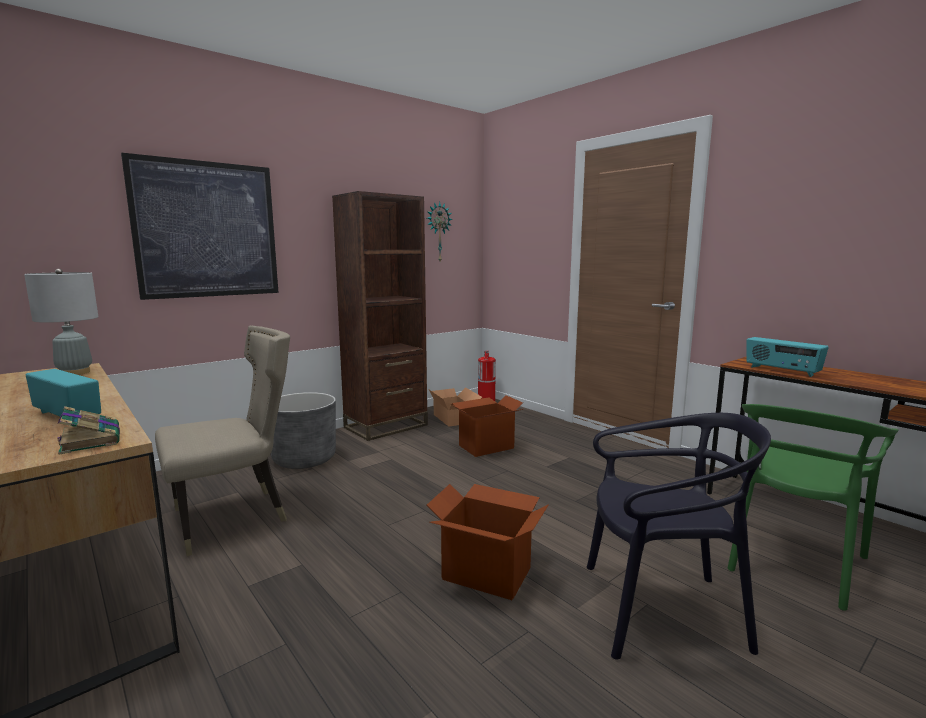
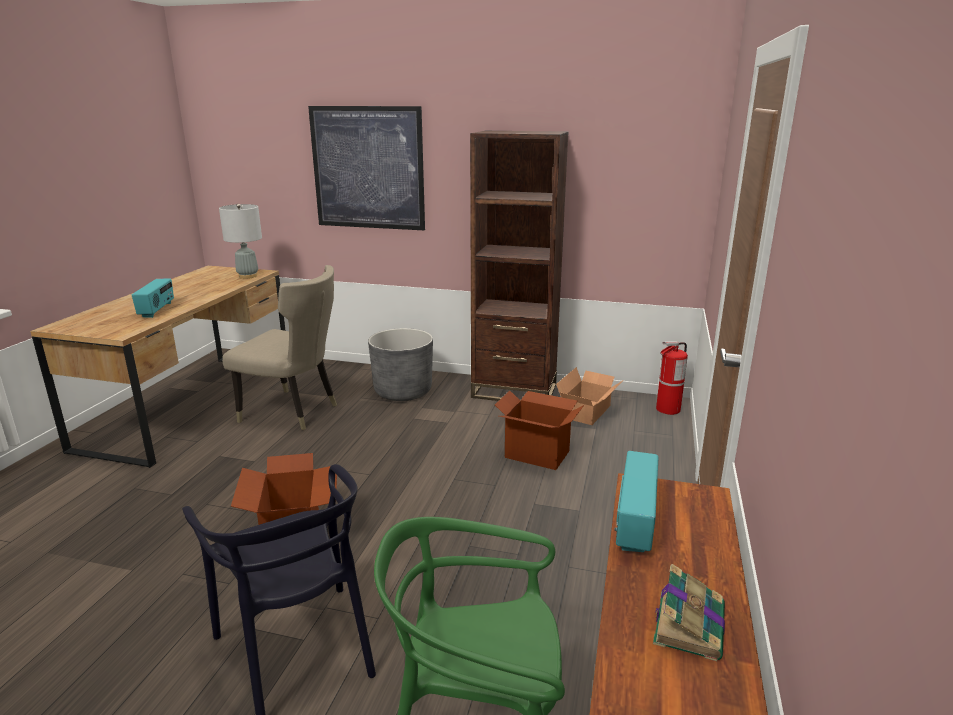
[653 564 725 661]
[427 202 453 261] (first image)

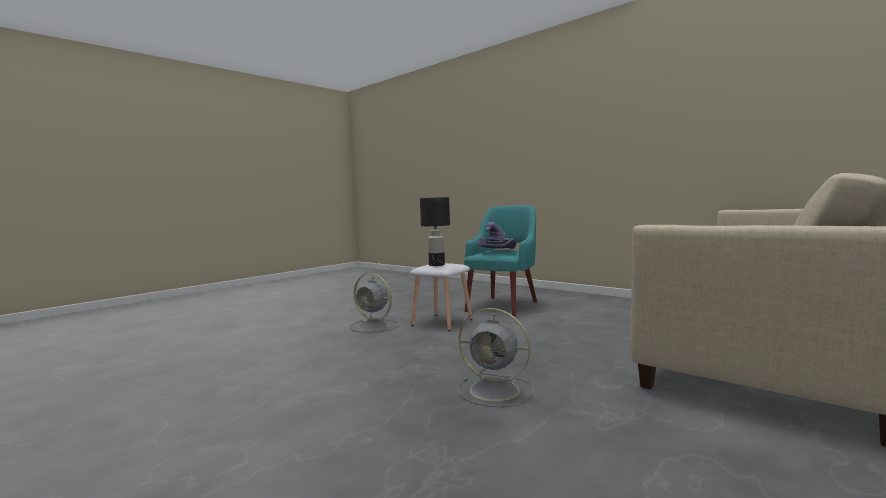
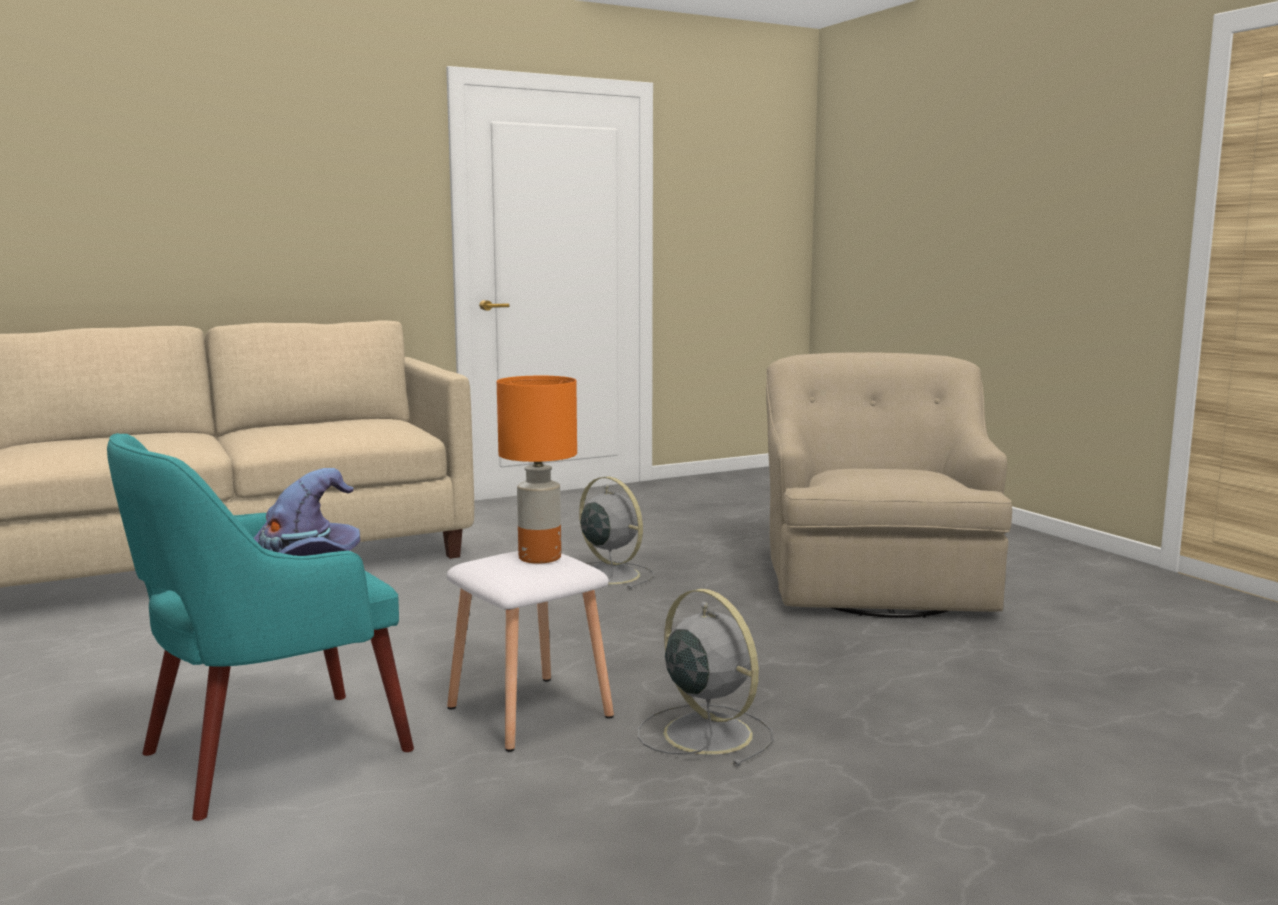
[497 376 577 564]
[766 352 1012 618]

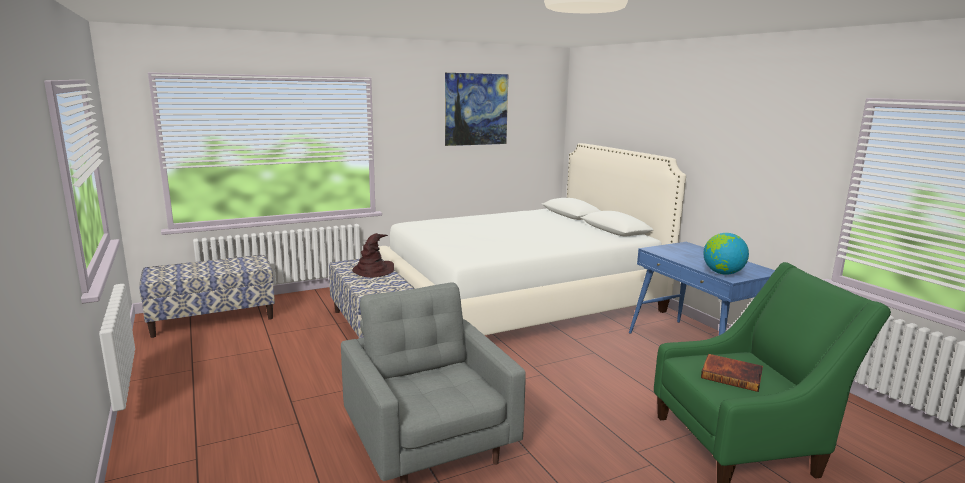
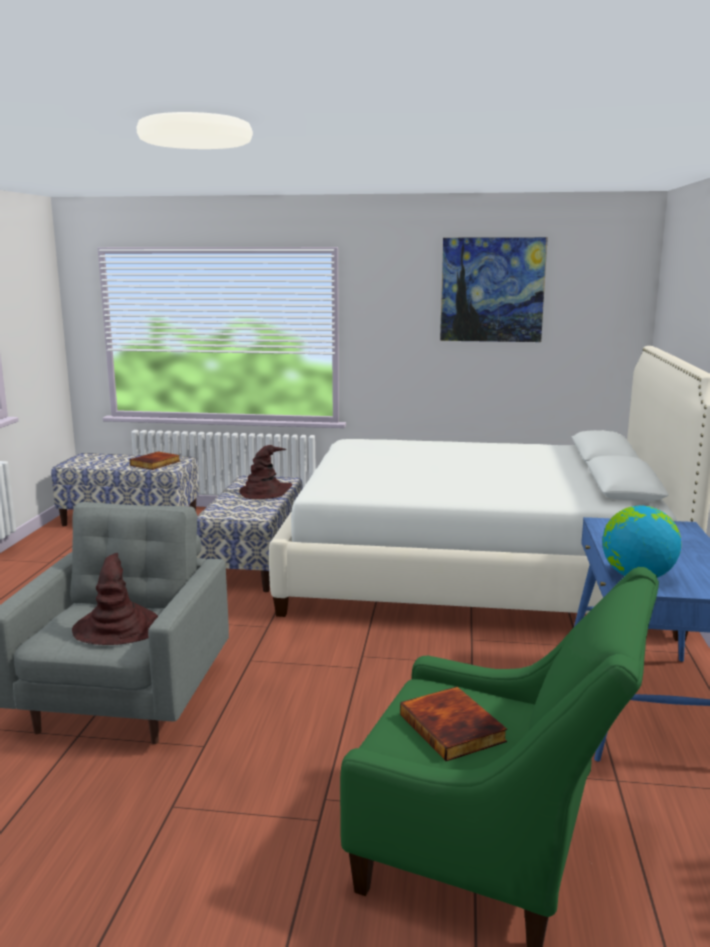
[72 553 158 645]
[130 452 180 470]

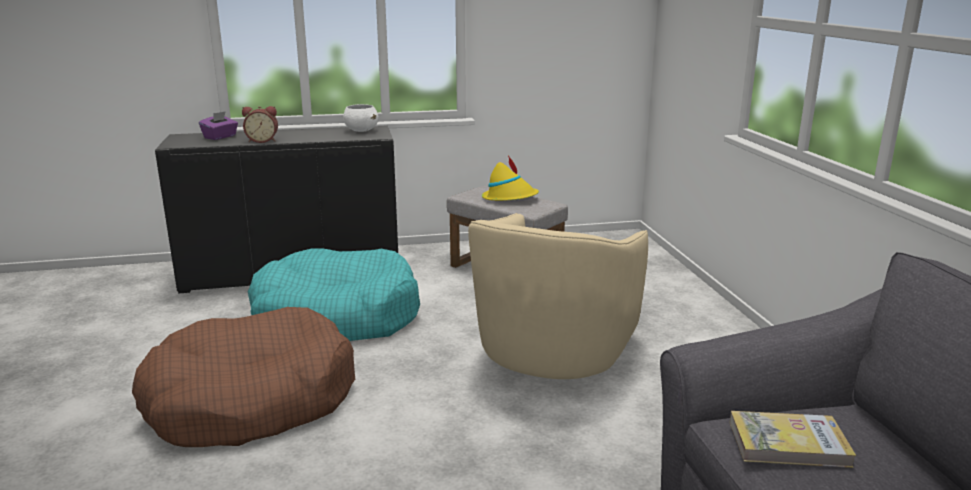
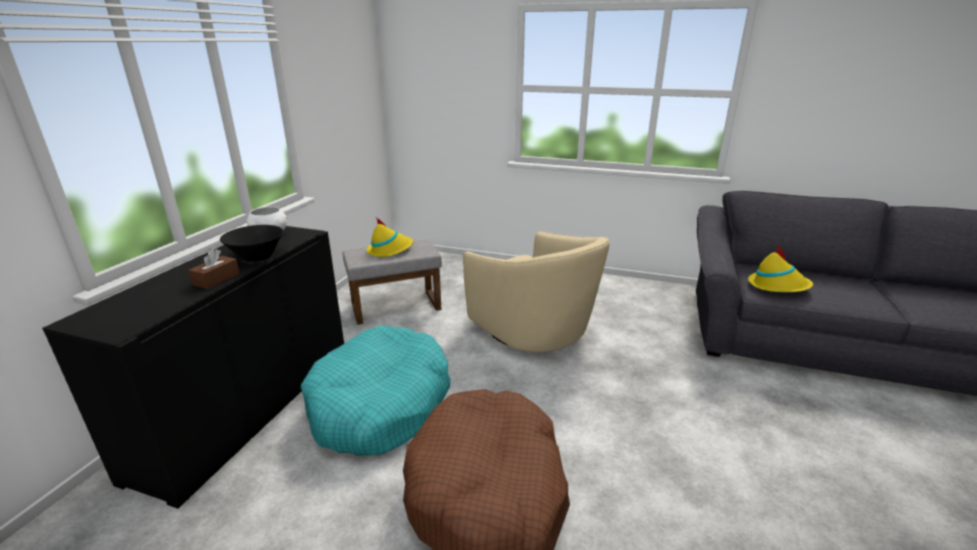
[199 111 238 140] (first image)
[188 249 240 289]
[748 245 813 292]
[220 225 283 262]

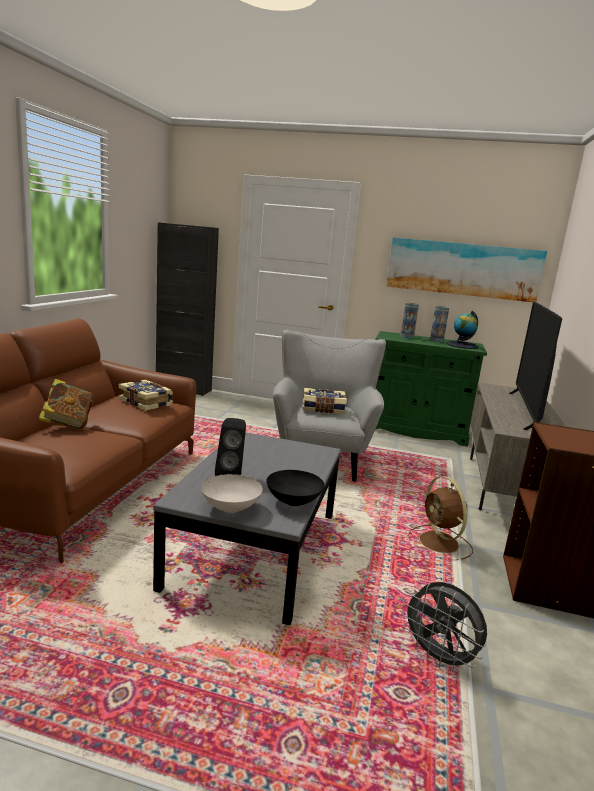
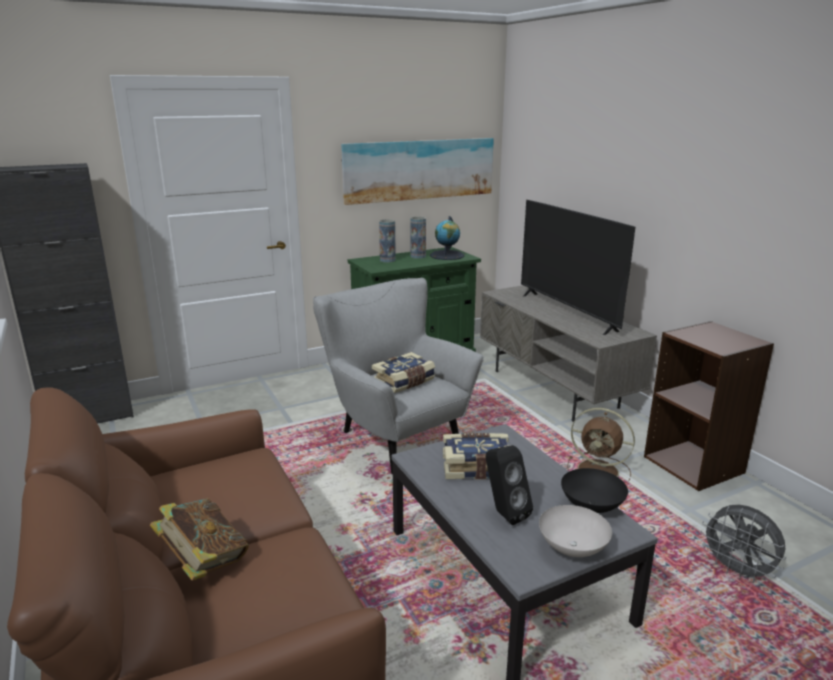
[443 433 509 480]
[700 505 786 583]

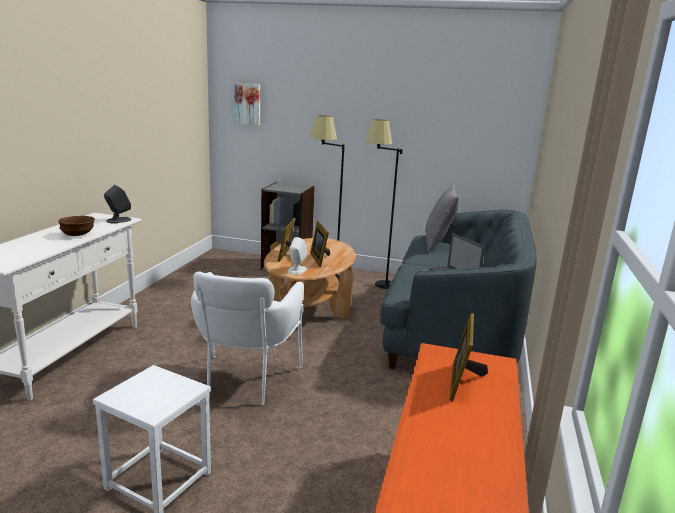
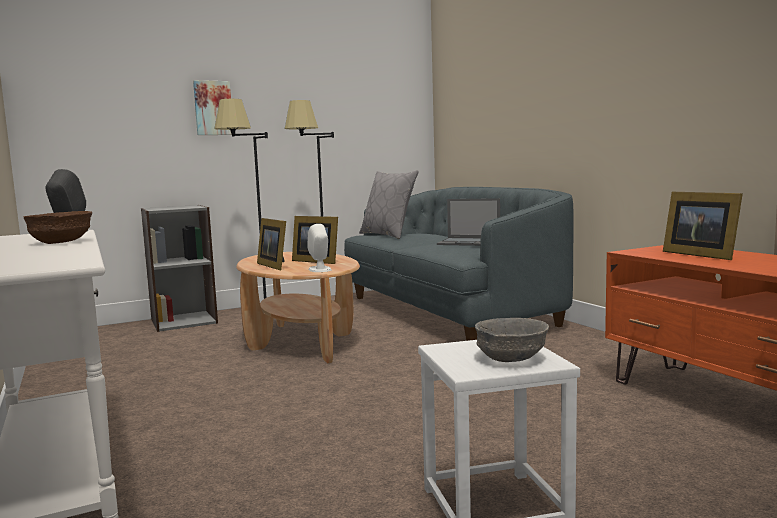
[191 272 304 405] (first image)
[193 80 232 135]
[475 318 549 362]

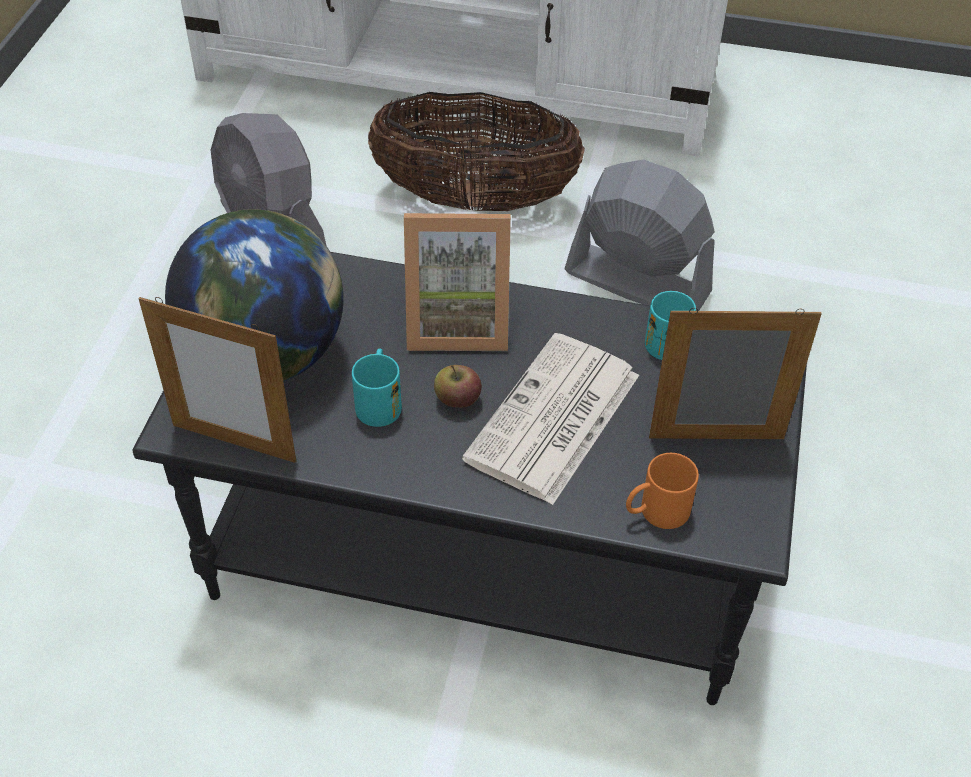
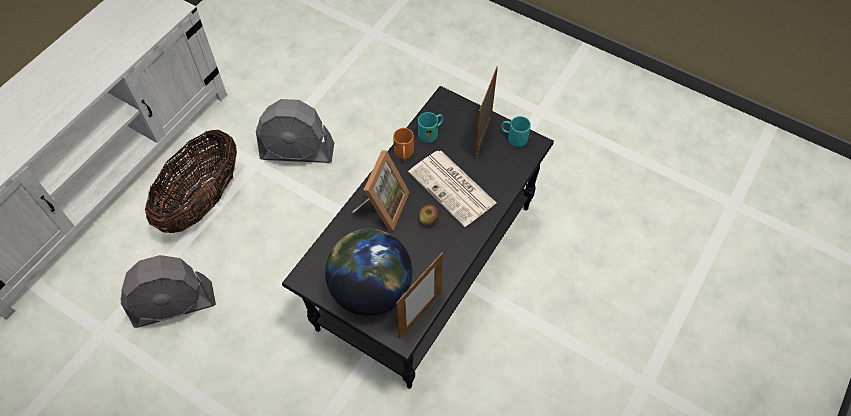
[501 116 531 147]
[256 99 334 163]
[393 128 414 161]

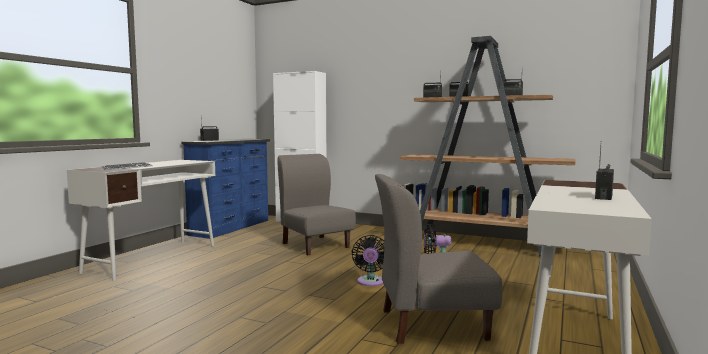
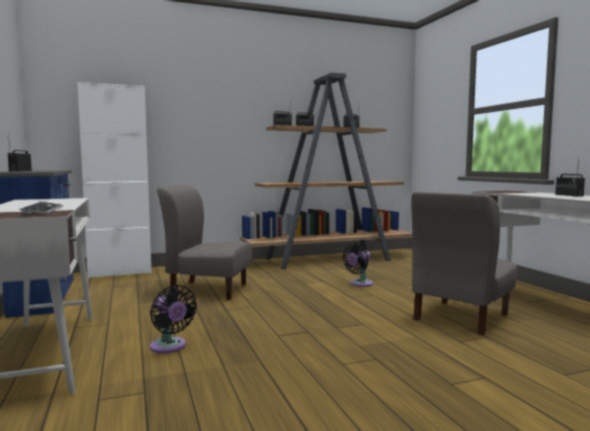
[150 285 197 353]

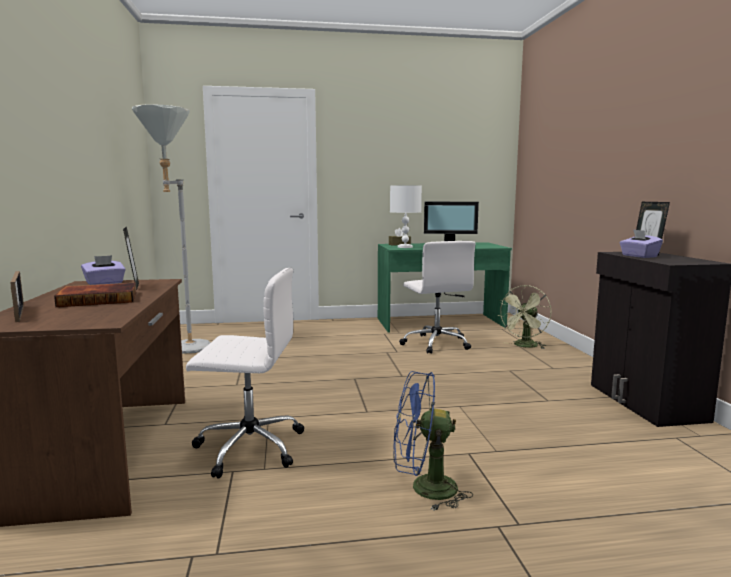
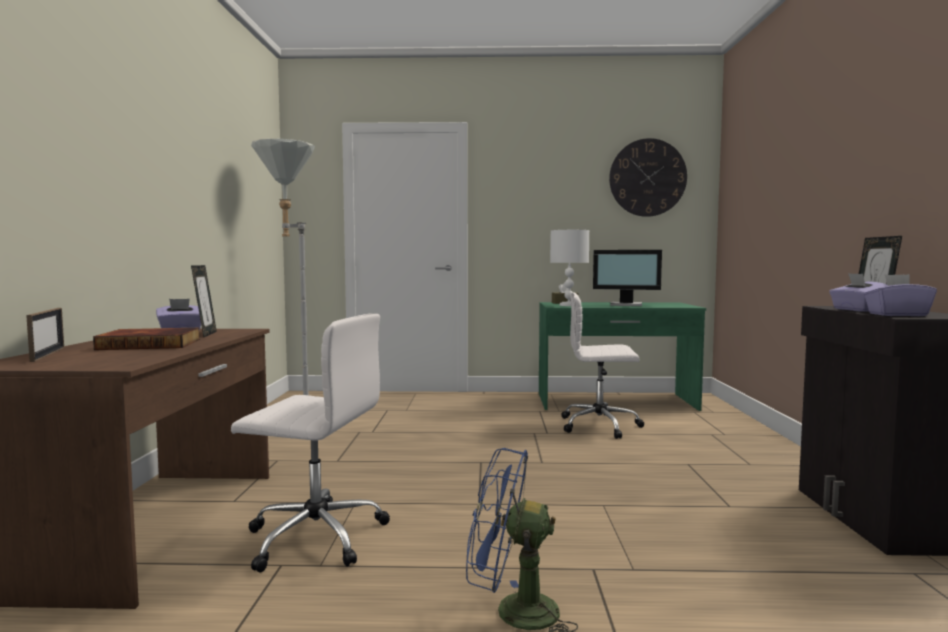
[562 292 645 439]
[498 285 552 349] (first image)
[609 138 687 217]
[864 274 937 316]

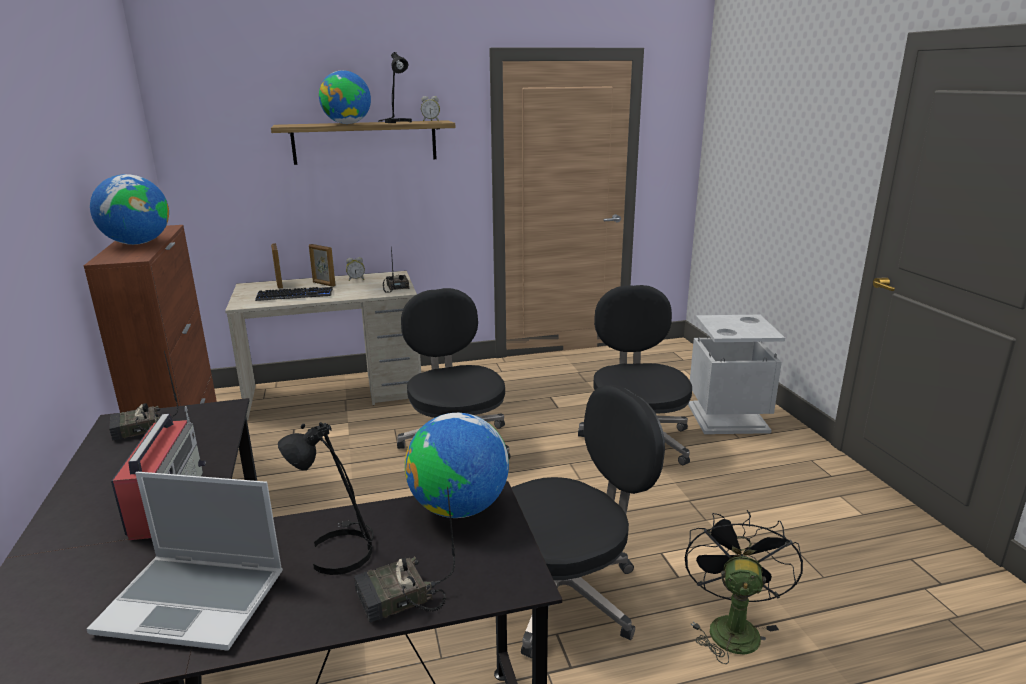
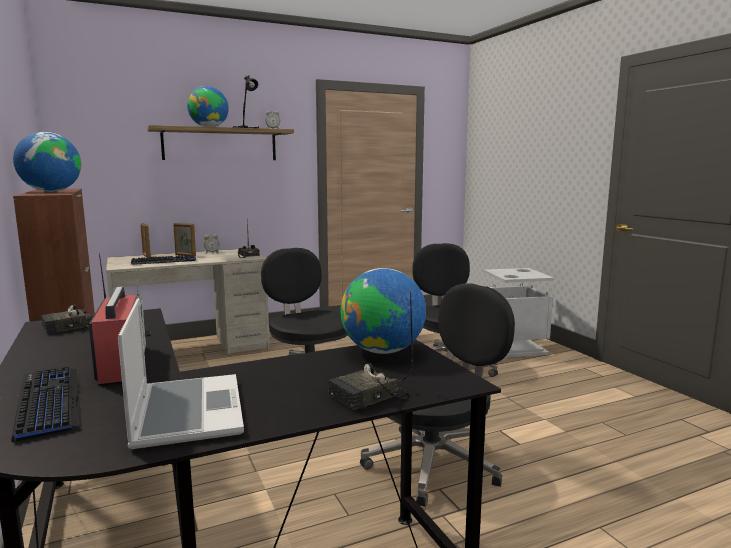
[118 298 244 449]
[278 422 374 575] (first image)
[685 510 803 664] (first image)
[11 366 82 443]

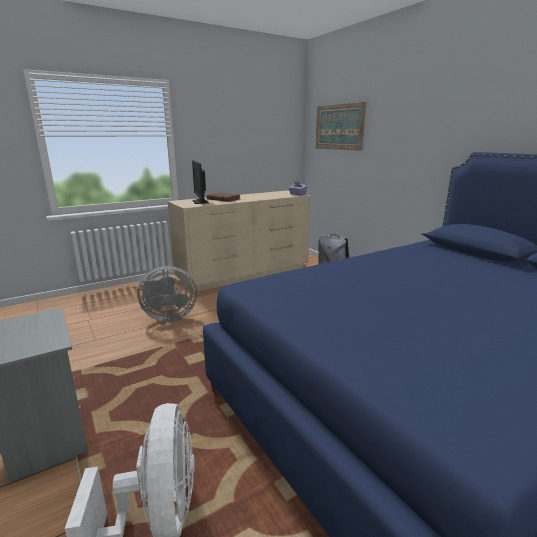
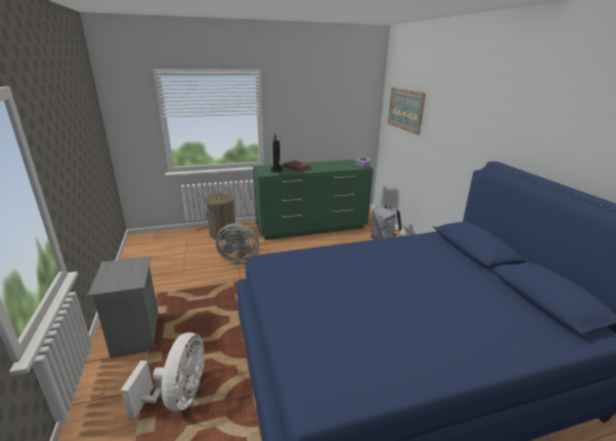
[253 159 373 240]
[206 193 235 240]

